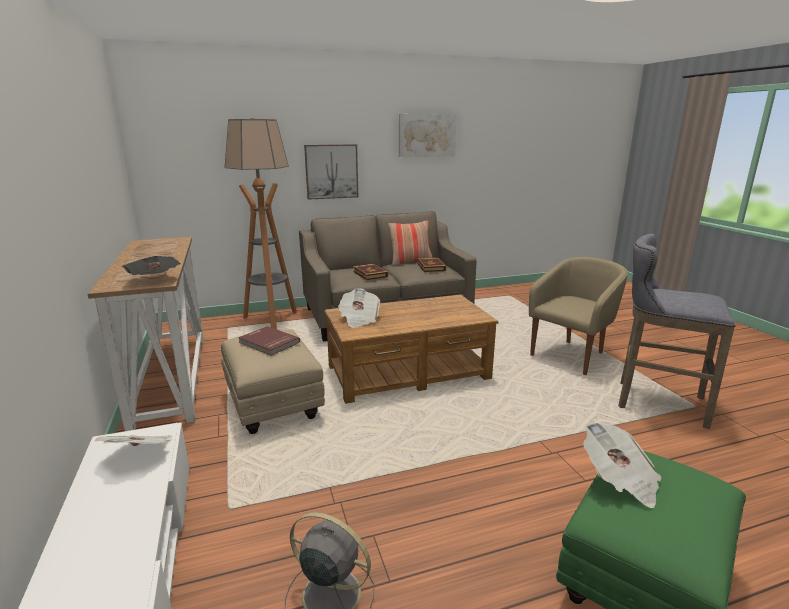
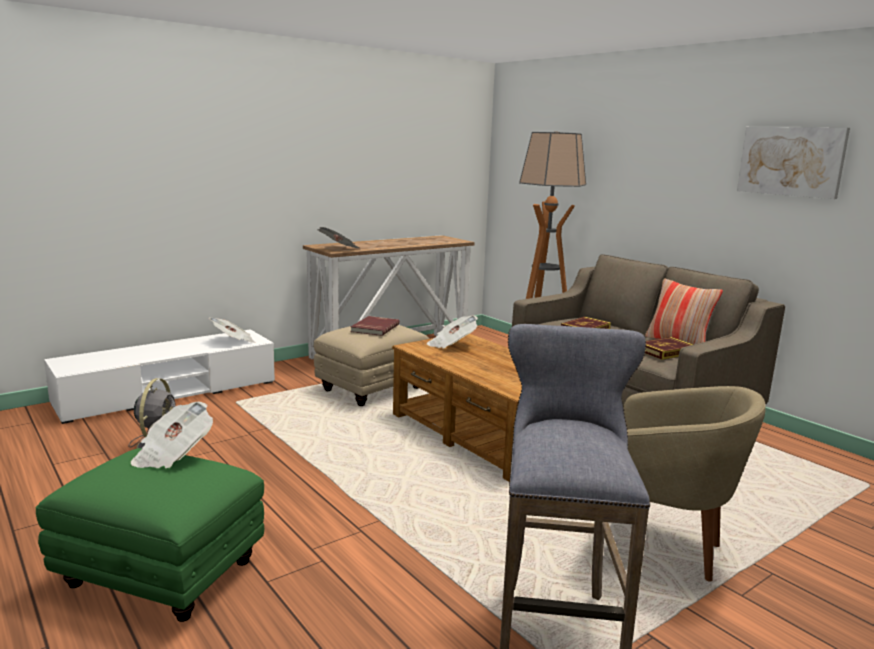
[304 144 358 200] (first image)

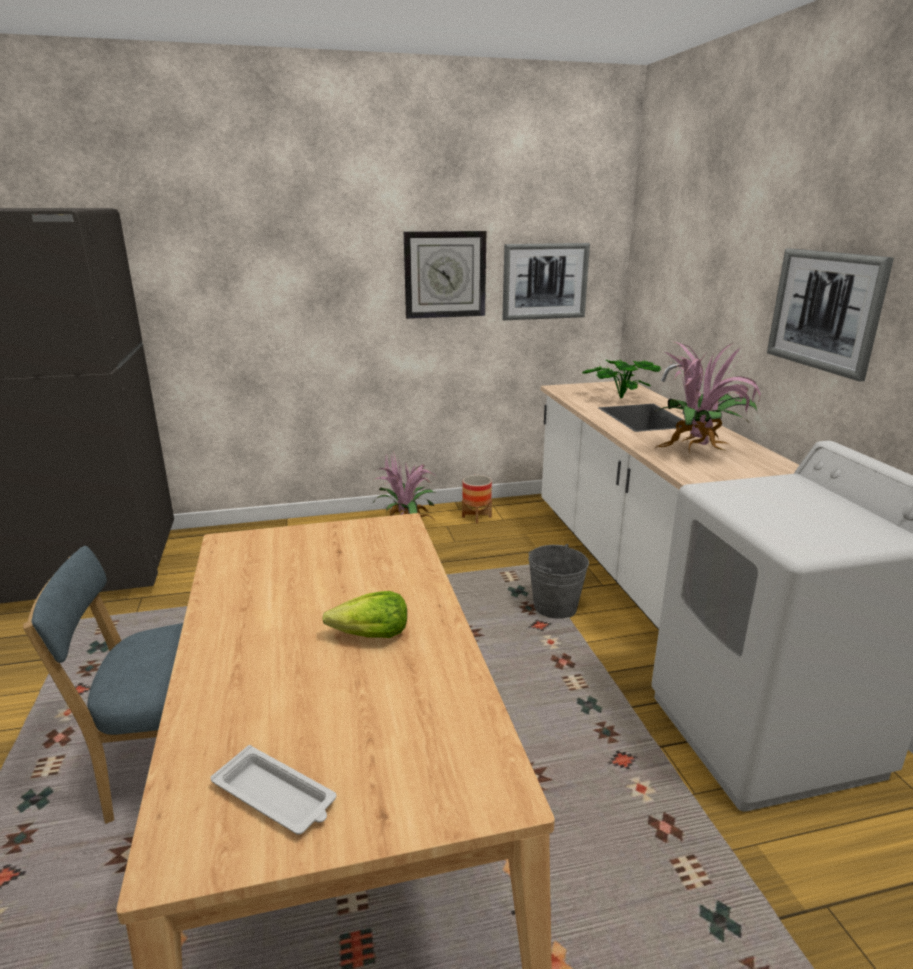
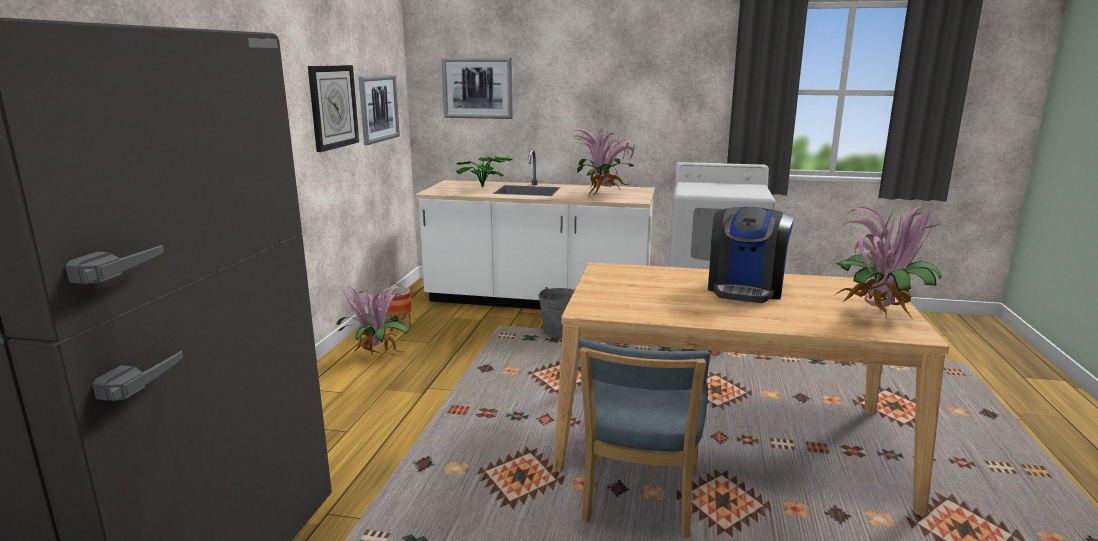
[835 204 942 318]
[708 207 794 303]
[442 57 513 119]

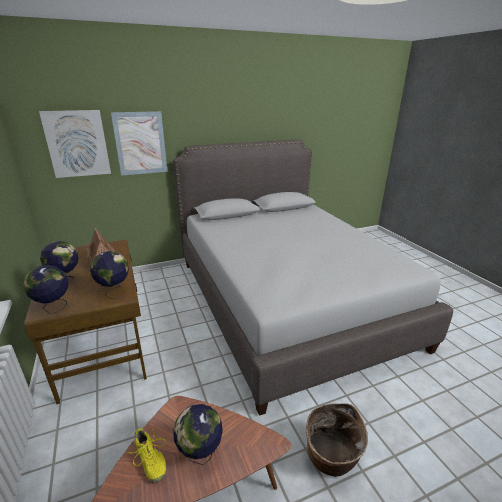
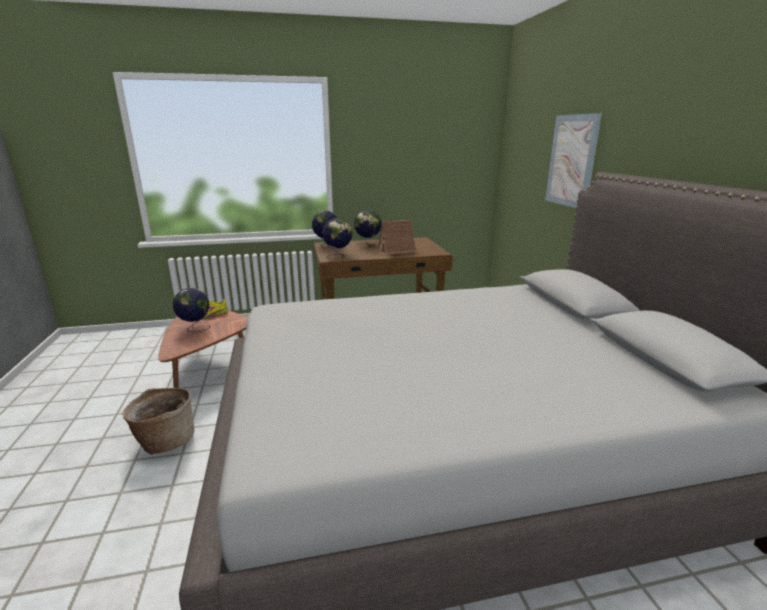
[39 110 111 178] (first image)

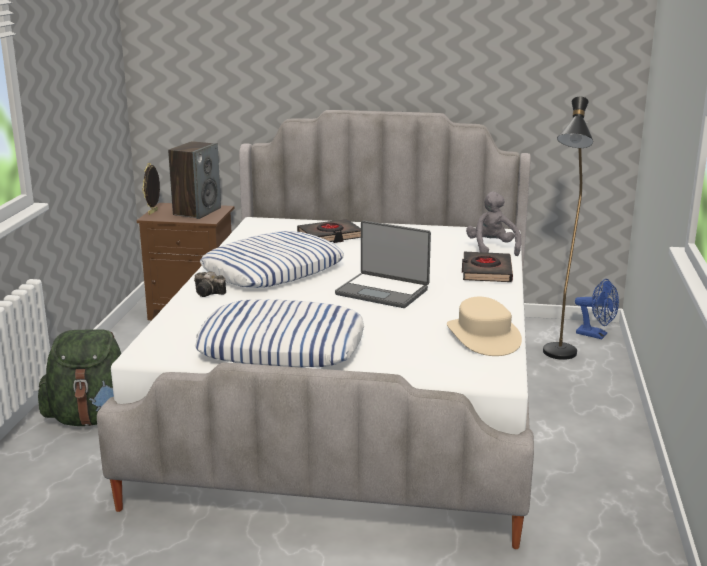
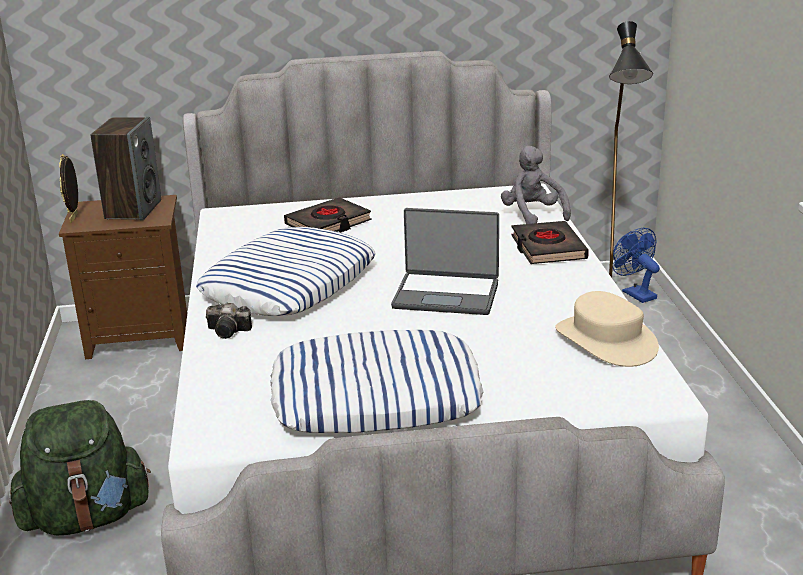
[613 228 660 303]

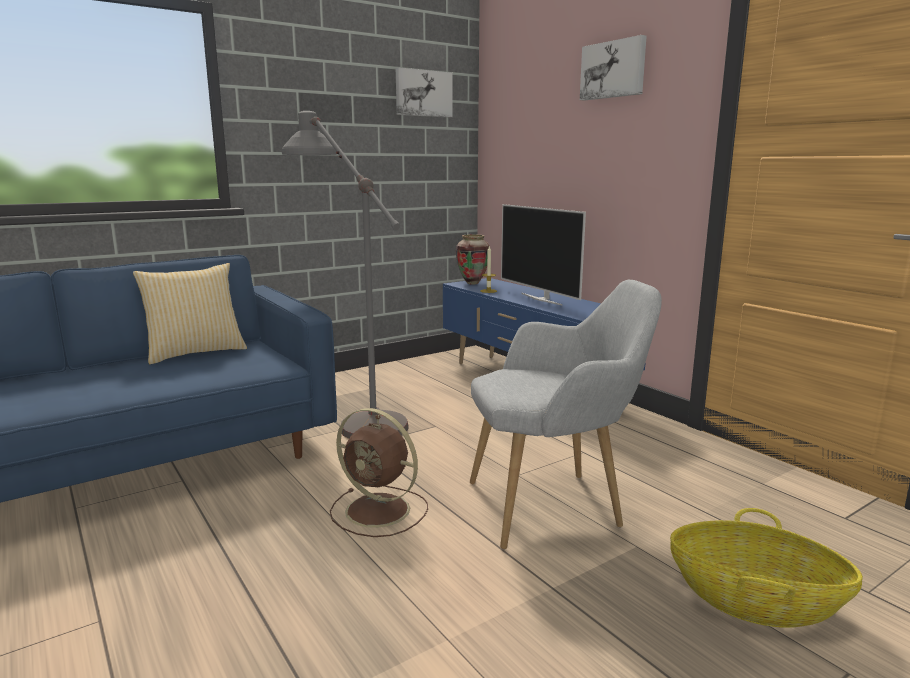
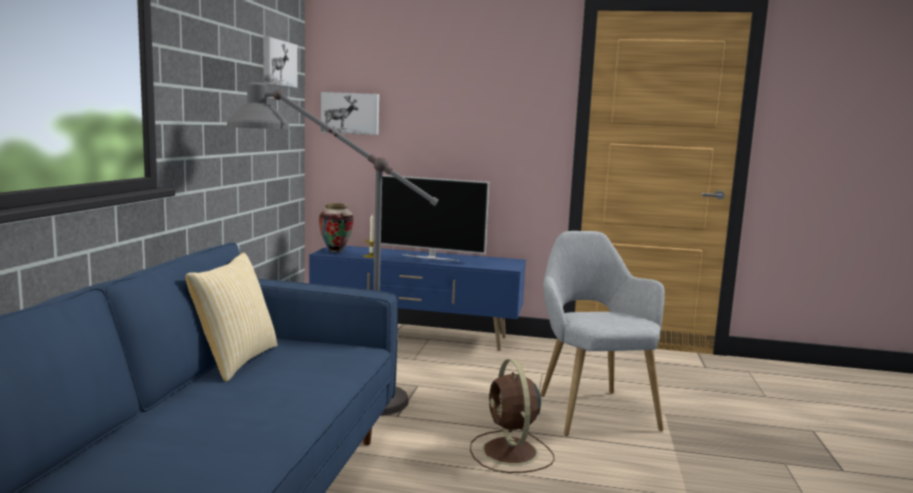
[470 359 555 473]
[540 231 665 436]
[321 92 379 135]
[670 508 863 628] (first image)

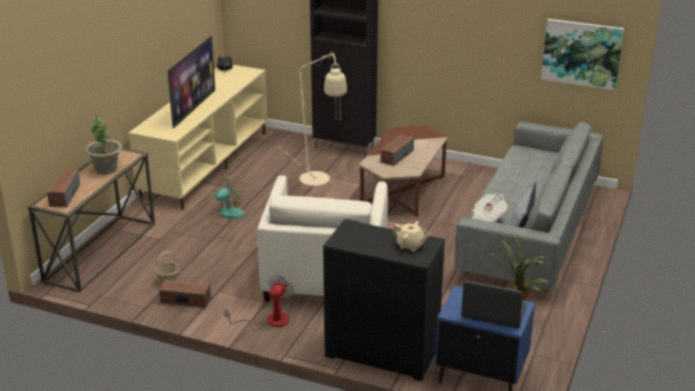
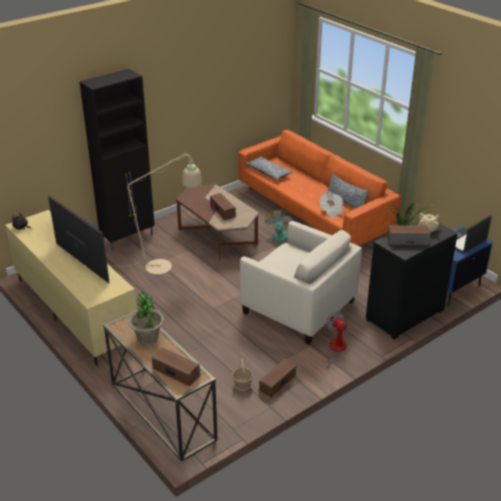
[265 210 292 247]
[238 130 402 246]
[541 19 624 90] (first image)
[245 156 293 180]
[387 225 430 245]

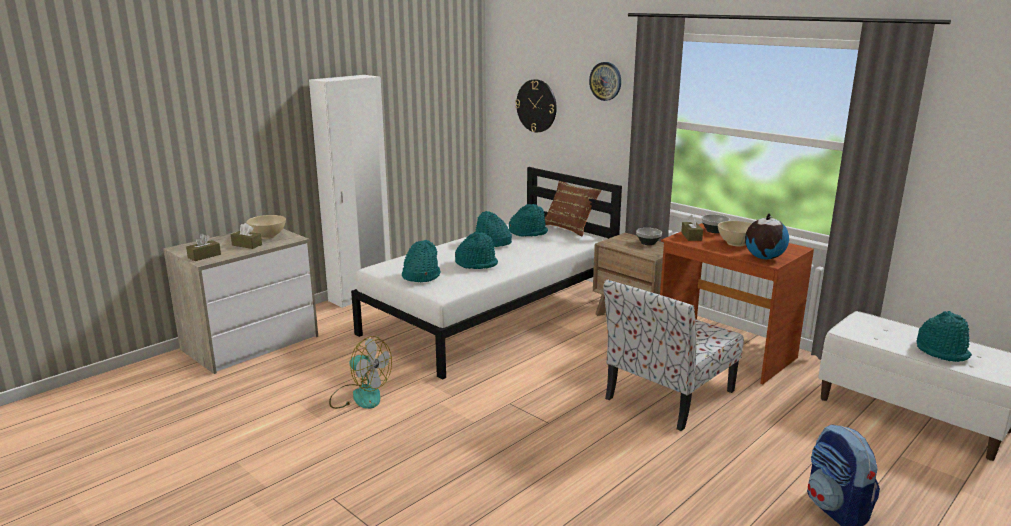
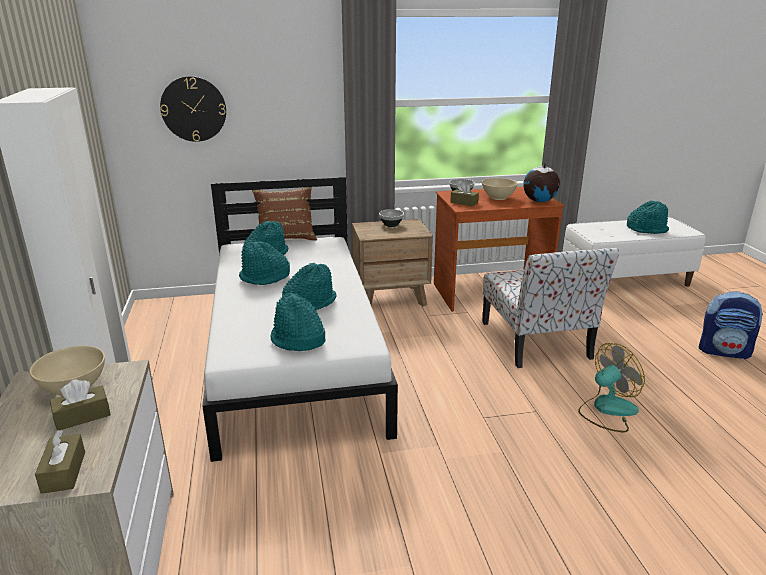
[578 343 645 432]
[589 62 621 101] (first image)

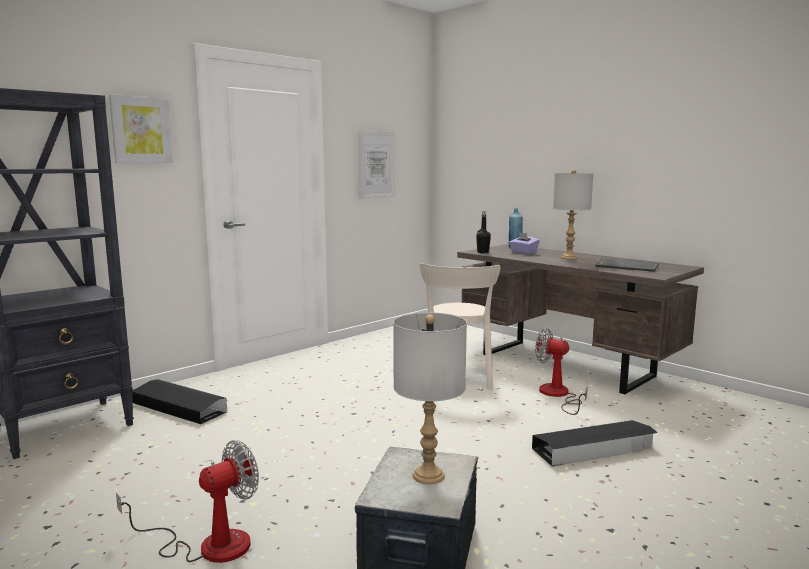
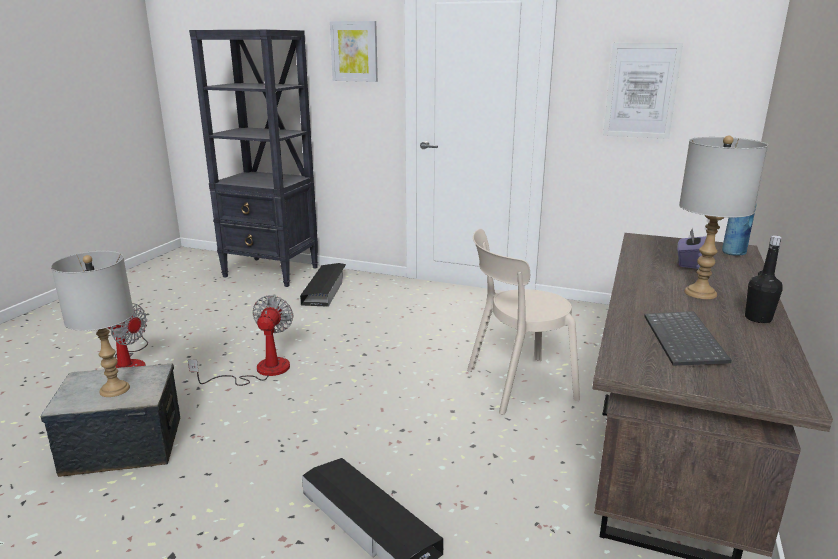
[745 235 783 323]
[188 295 294 386]

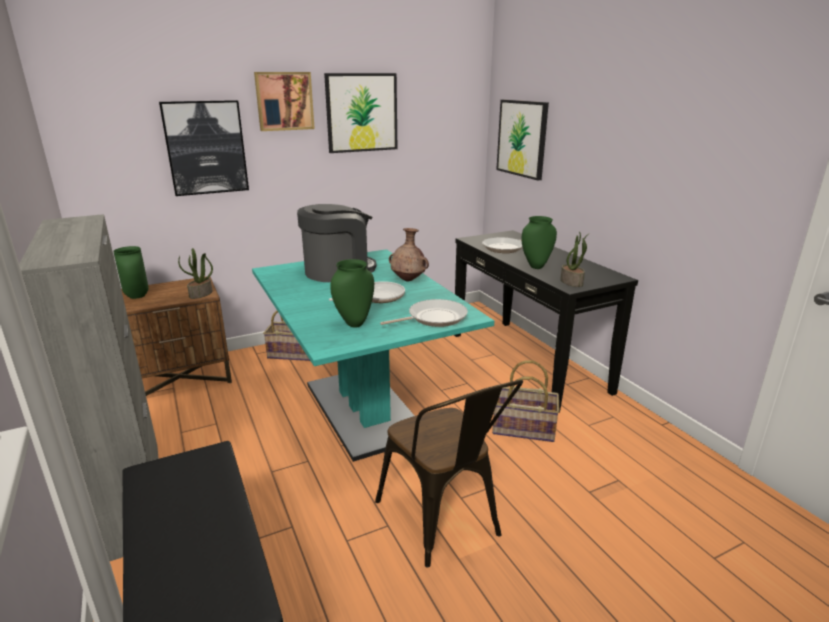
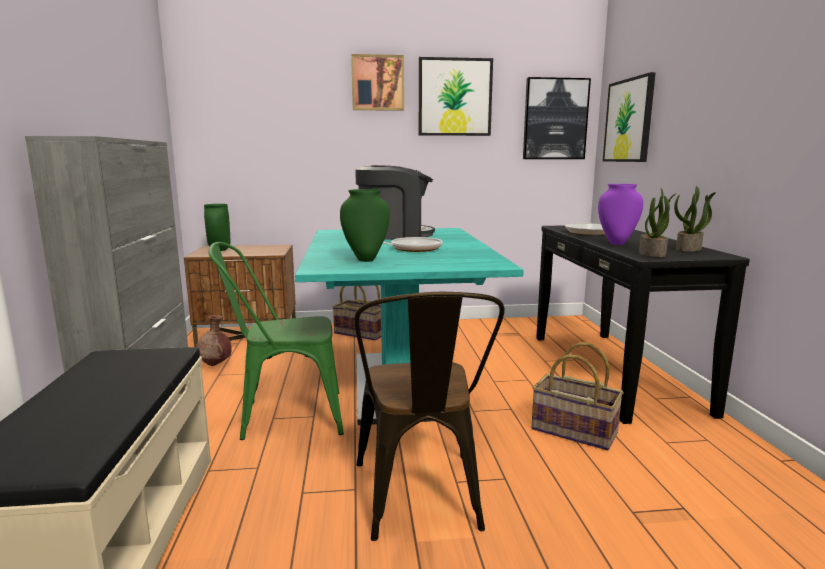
[523 77 591 159]
[674 186 716 252]
[380 299 468 327] (first image)
[196 315 231 366]
[598 184 643 245]
[209 242 344 440]

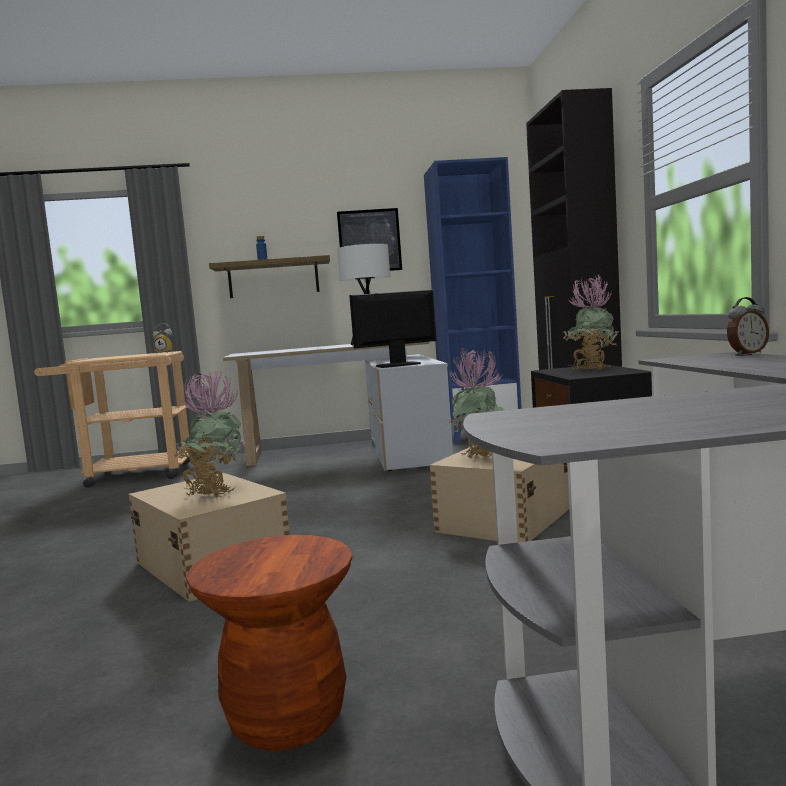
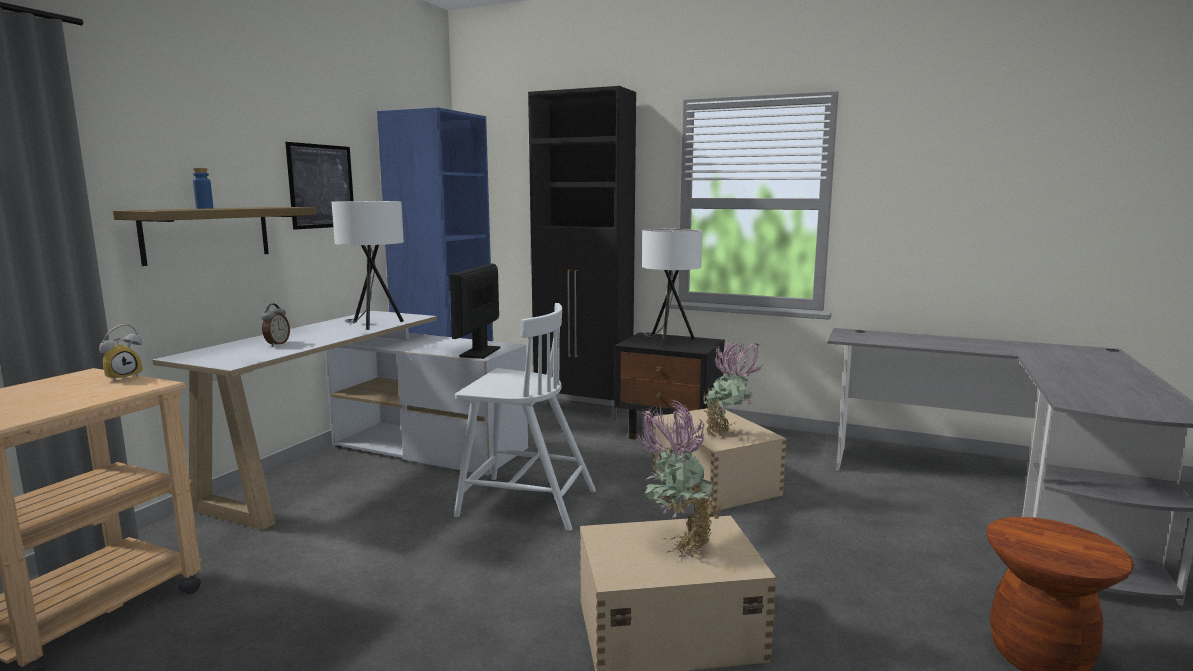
[642 229 702 345]
[261 304 290 347]
[454 303 596 531]

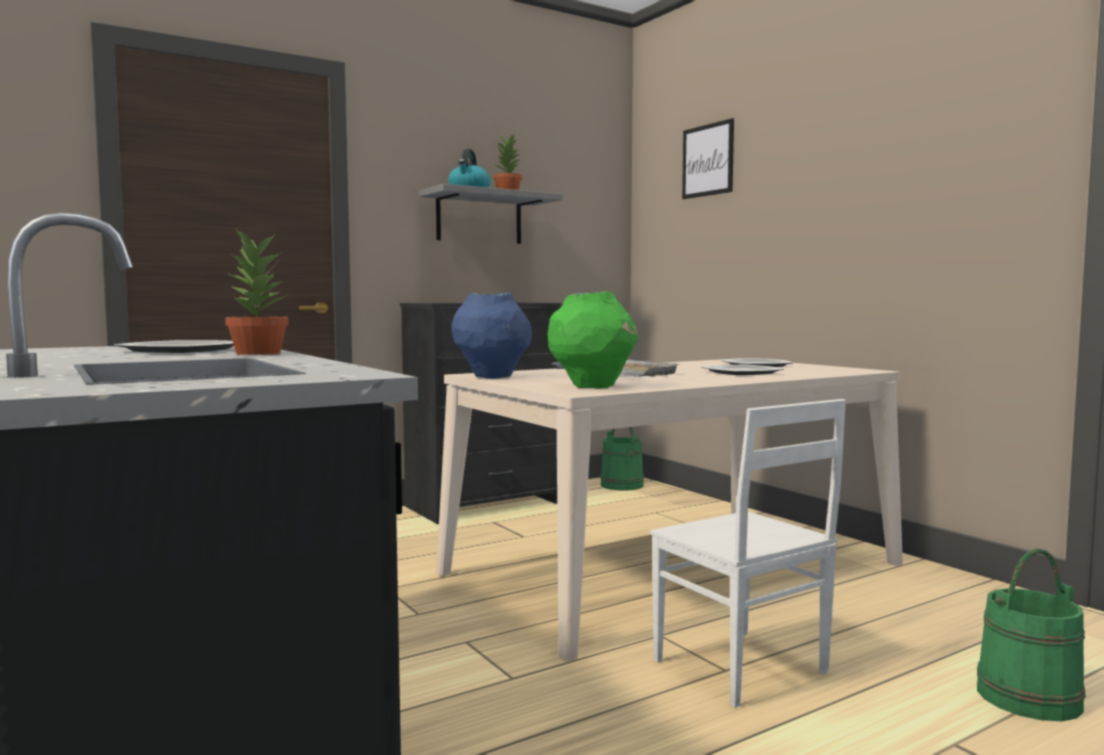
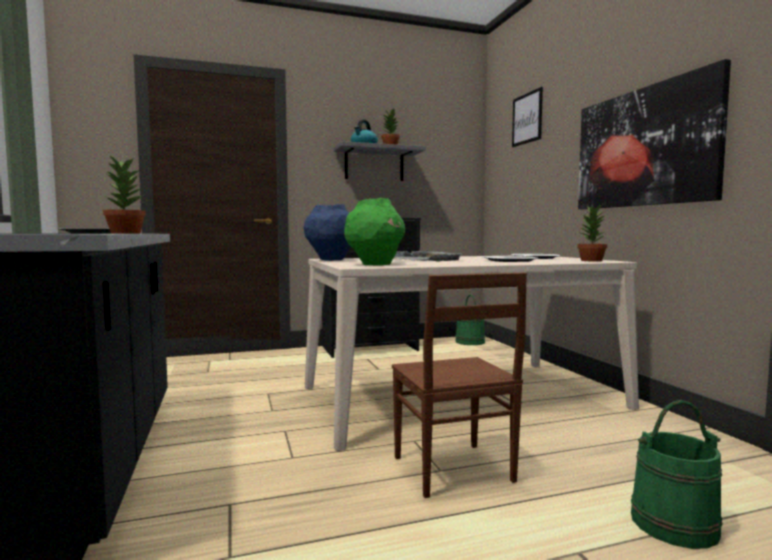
[392 272 527 498]
[577 205 607 262]
[578 59 731 209]

